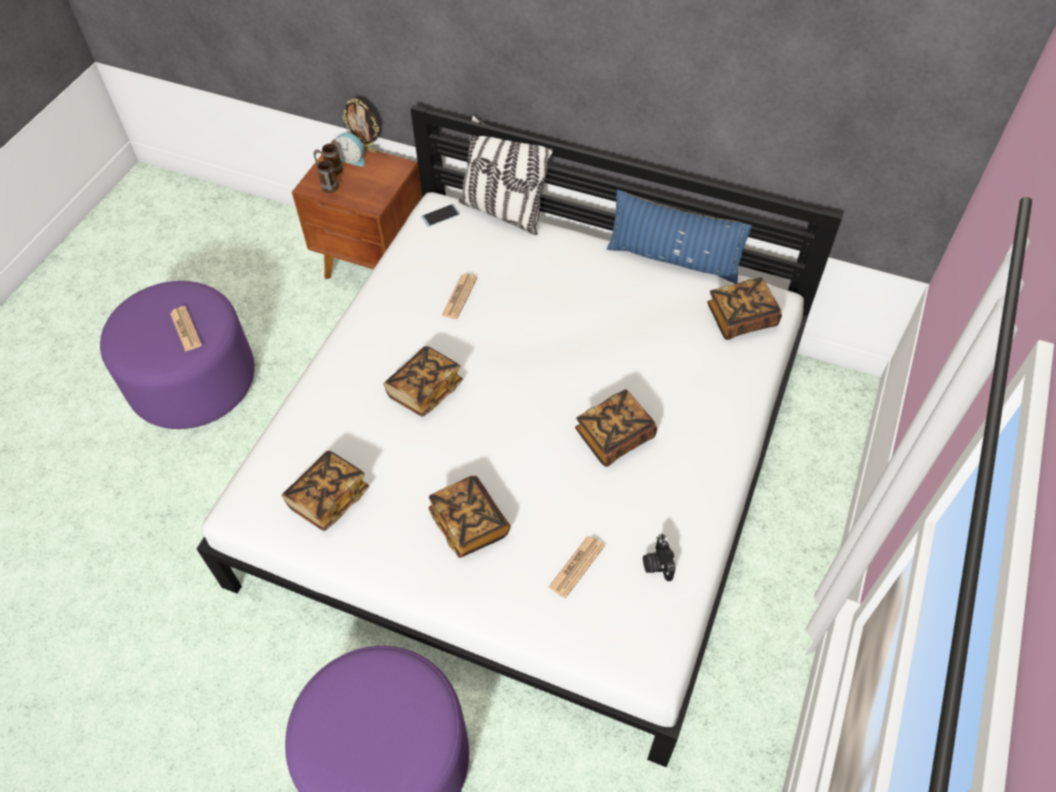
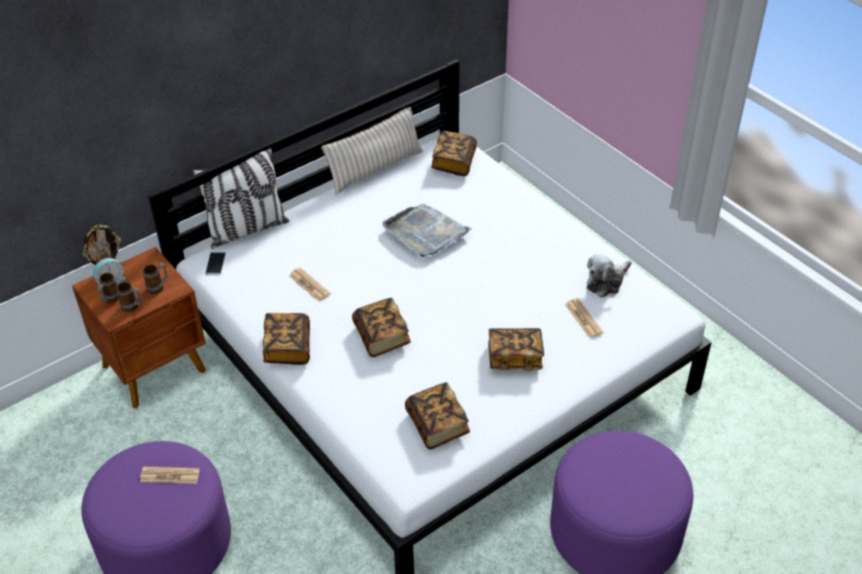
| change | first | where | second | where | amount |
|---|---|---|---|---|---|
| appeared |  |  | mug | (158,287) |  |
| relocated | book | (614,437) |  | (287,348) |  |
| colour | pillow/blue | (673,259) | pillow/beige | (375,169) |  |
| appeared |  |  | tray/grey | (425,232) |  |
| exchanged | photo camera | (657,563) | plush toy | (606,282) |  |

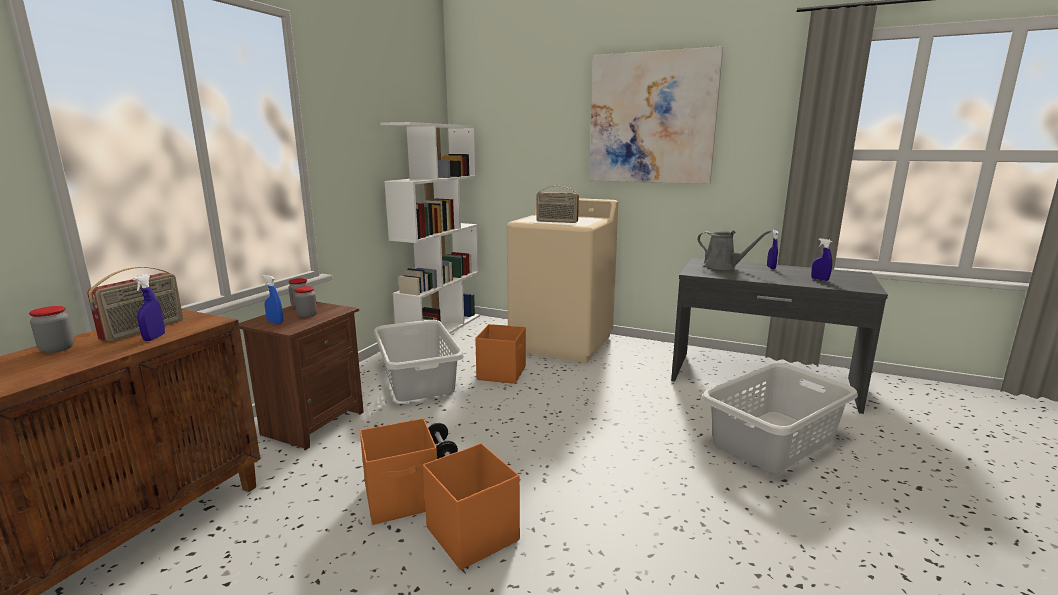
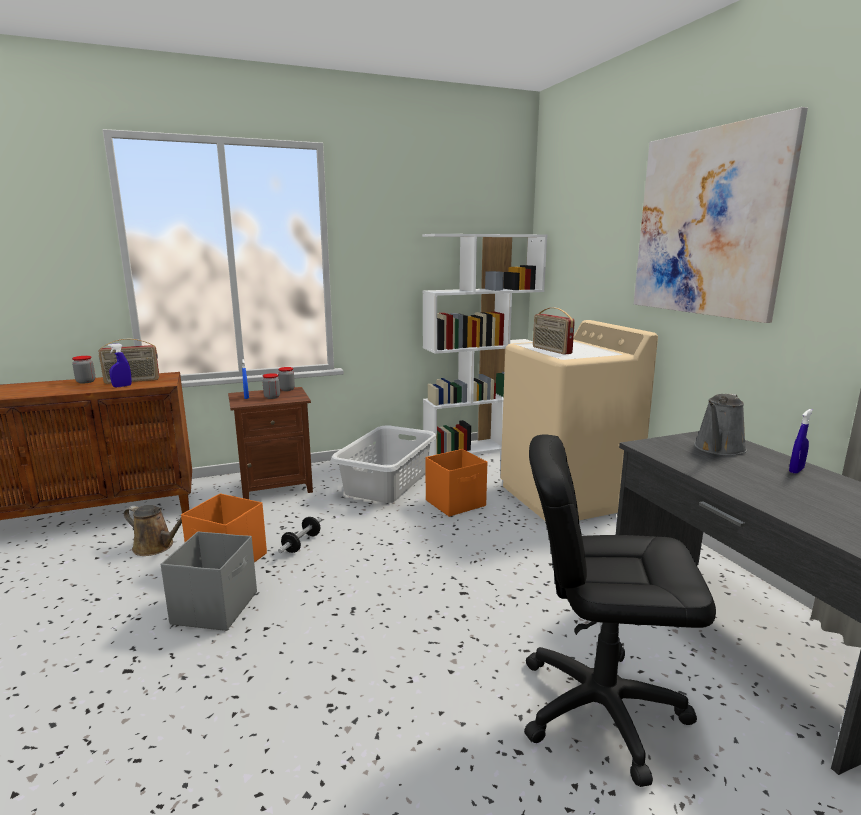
| change | first | where | second | where | amount |
|---|---|---|---|---|---|
| appeared |  |  | watering can/brown | (156,547) |  |
| colour | storage box/orange | (472,533) | storage box/grey | (216,607) |  |
| exchanged | laundry basket/grey | (772,440) | office chair/black | (600,708) |  |
| spun | watering can/grey | (722,266) |  | (718,449) | 45 degrees clockwise |
| missing | spray bottle/blue | (819,279) |  |  |  |

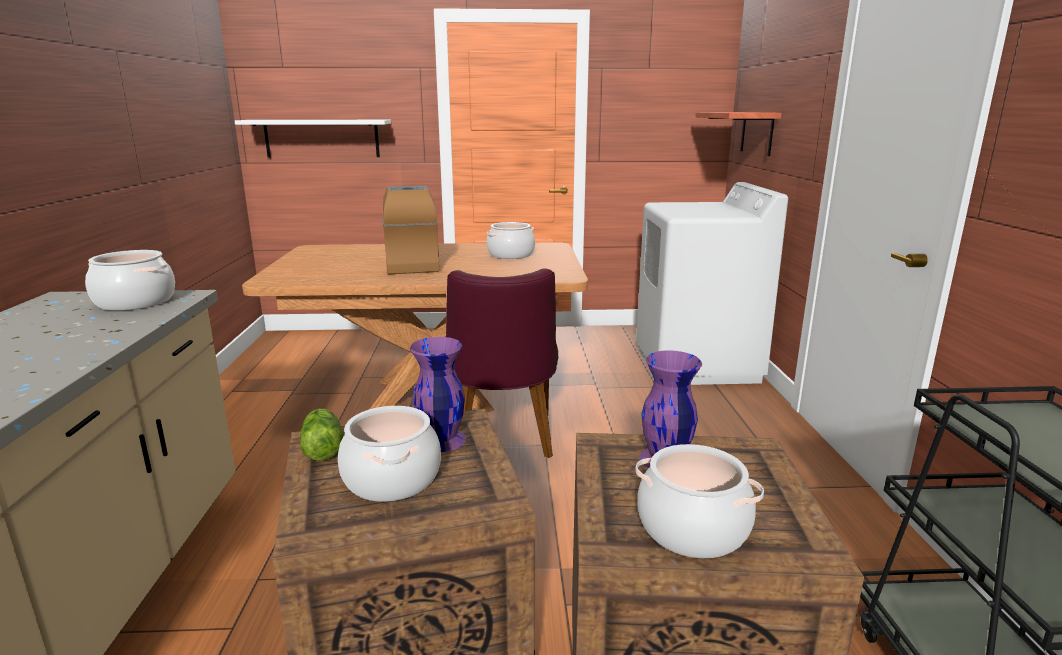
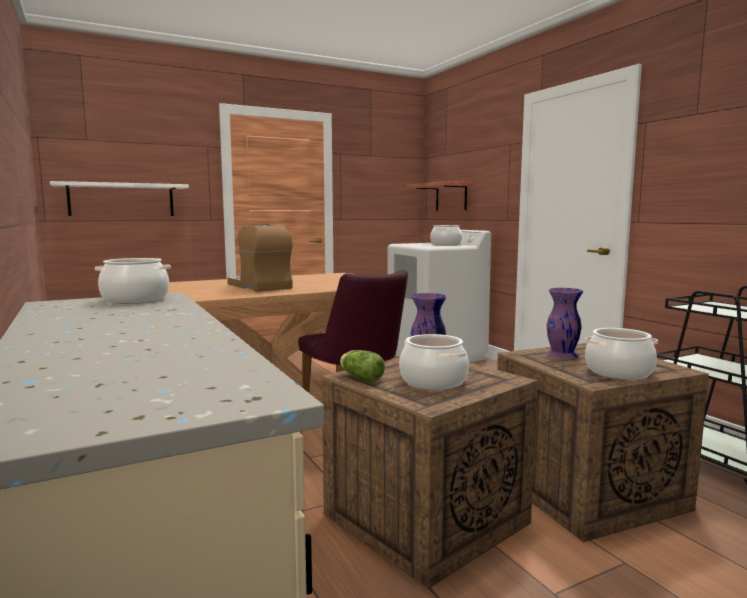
| change | first | where | second | where | amount |
|---|---|---|---|---|---|
| relocated | cooking pot | (510,255) |  | (446,245) |  |

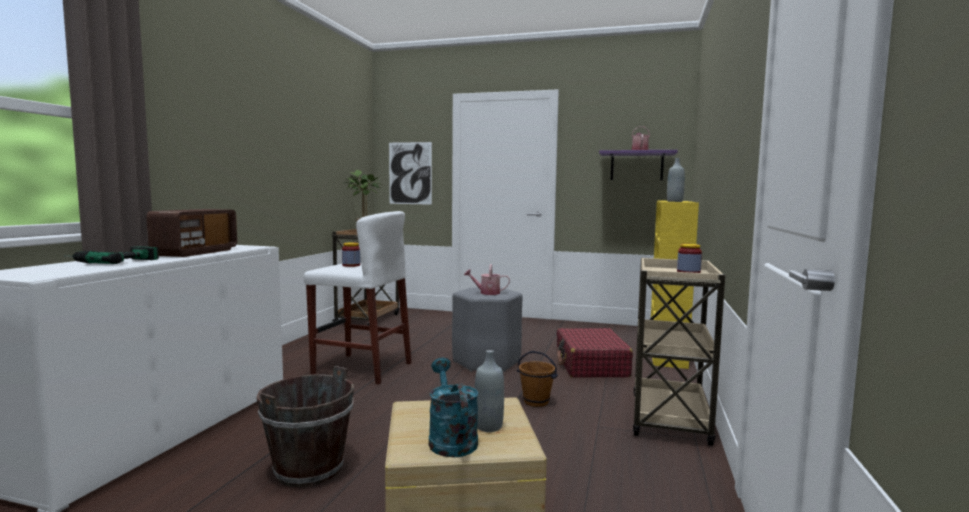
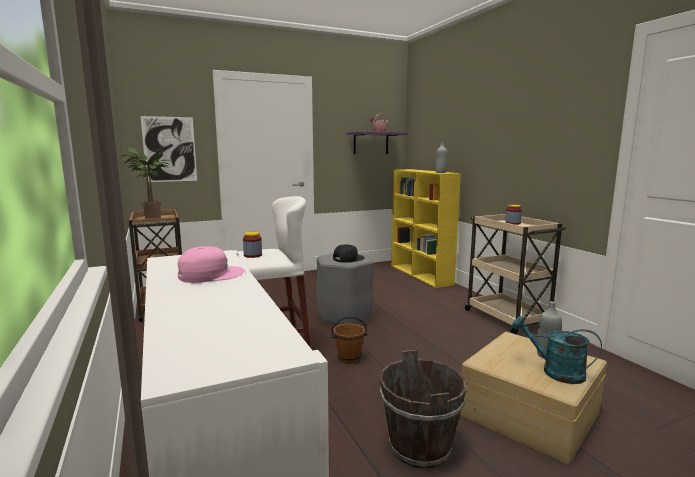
| change | first | where | second | where | amount |
|---|---|---|---|---|---|
| exchanged | radio | (195,252) | cap/pink | (210,274) |  |
| relocated | bucket/brown | (536,402) |  | (349,358) |  |
| exchanged | watering can | (486,293) | cap/black | (348,258) |  |
| missing | power drill | (110,261) |  |  |  |
| missing | suitcase/red | (591,365) |  |  |  |

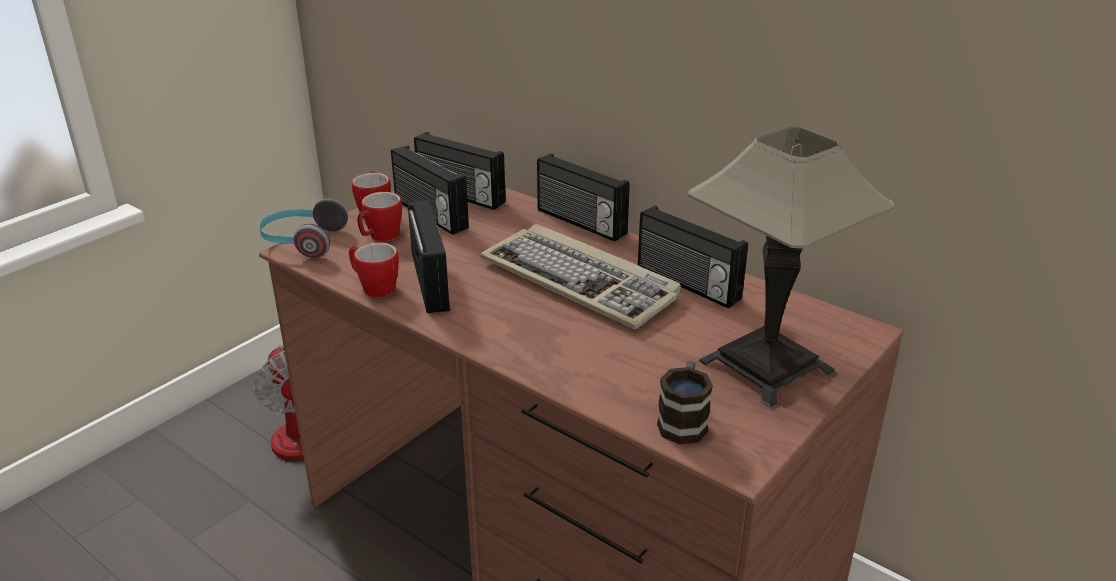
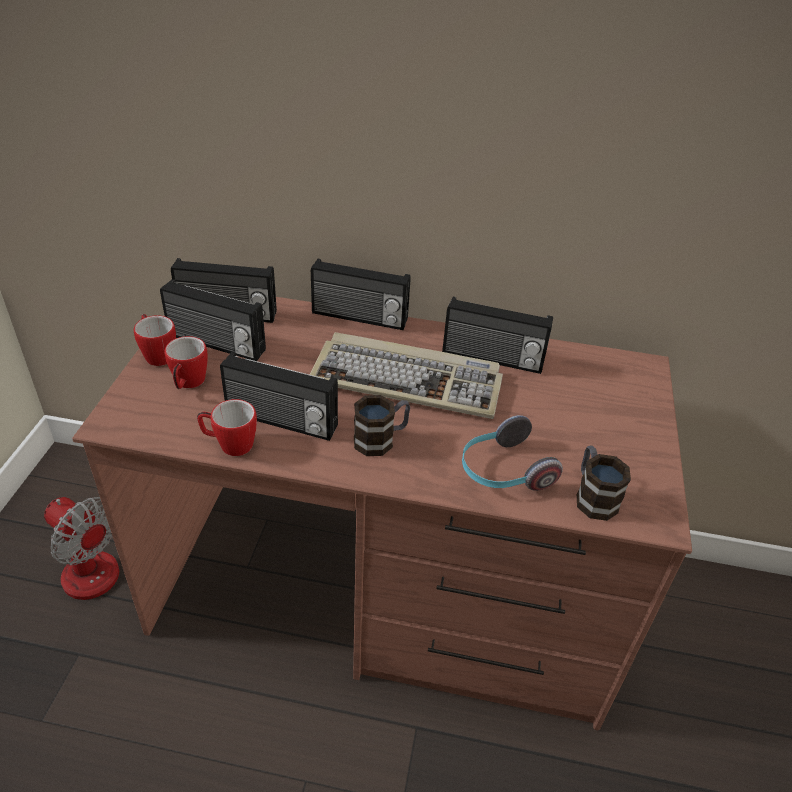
| change | first | where | second | where | amount |
|---|---|---|---|---|---|
| spun | radio | (432,282) |  | (280,421) | 150 degrees clockwise |
| appeared |  |  | mug | (381,439) |  |
| relocated | headphones | (302,242) |  | (503,471) |  |
| missing | table lamp | (766,366) |  |  |  |

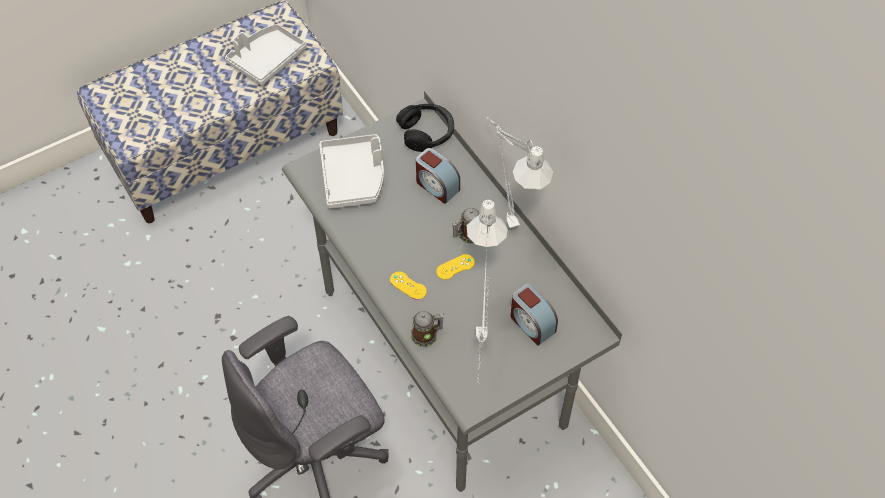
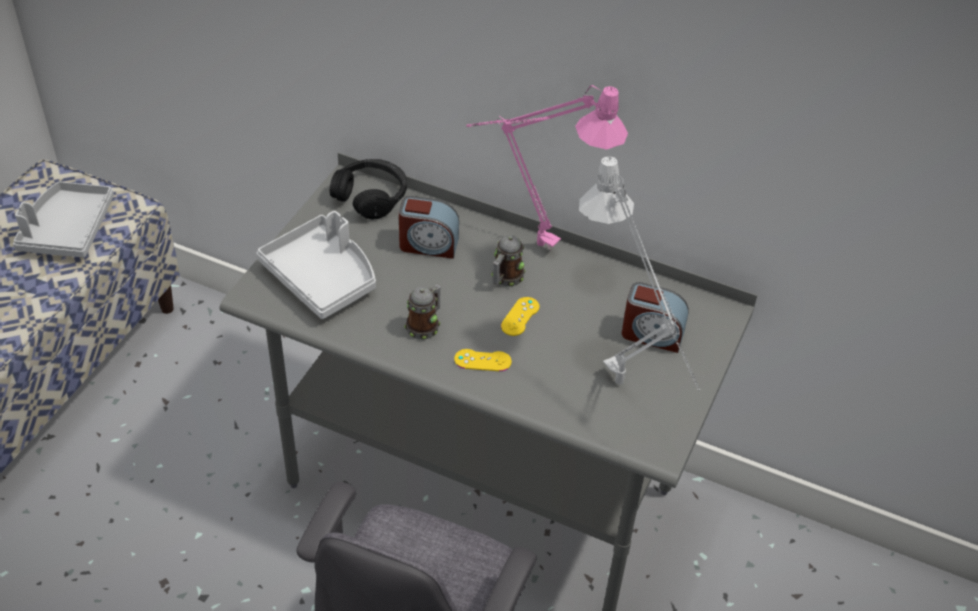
| change | first | where | second | where | amount |
|---|---|---|---|---|---|
| relocated | mug | (427,335) |  | (425,325) |  |
| colour | table lamp/grey | (505,215) | table lamp/pink | (530,241) |  |

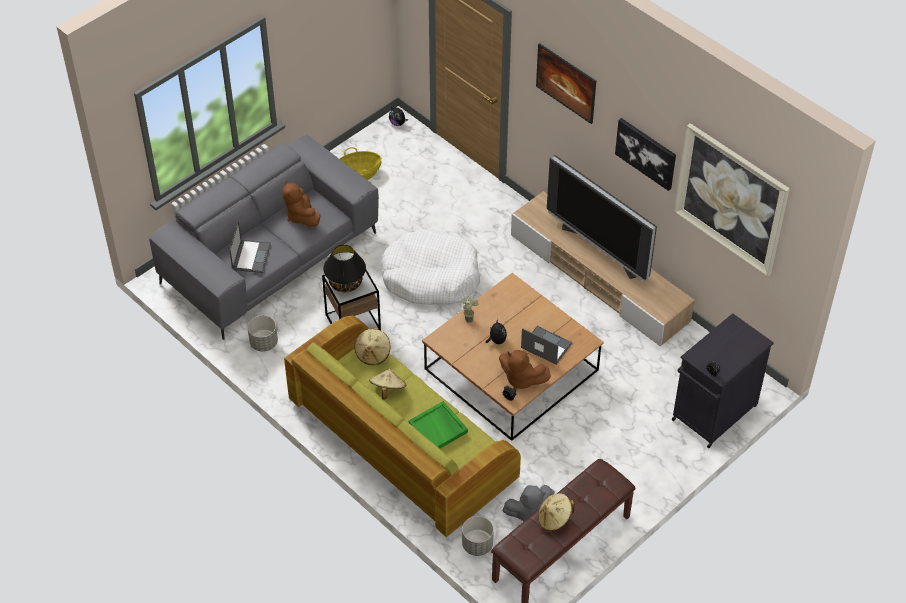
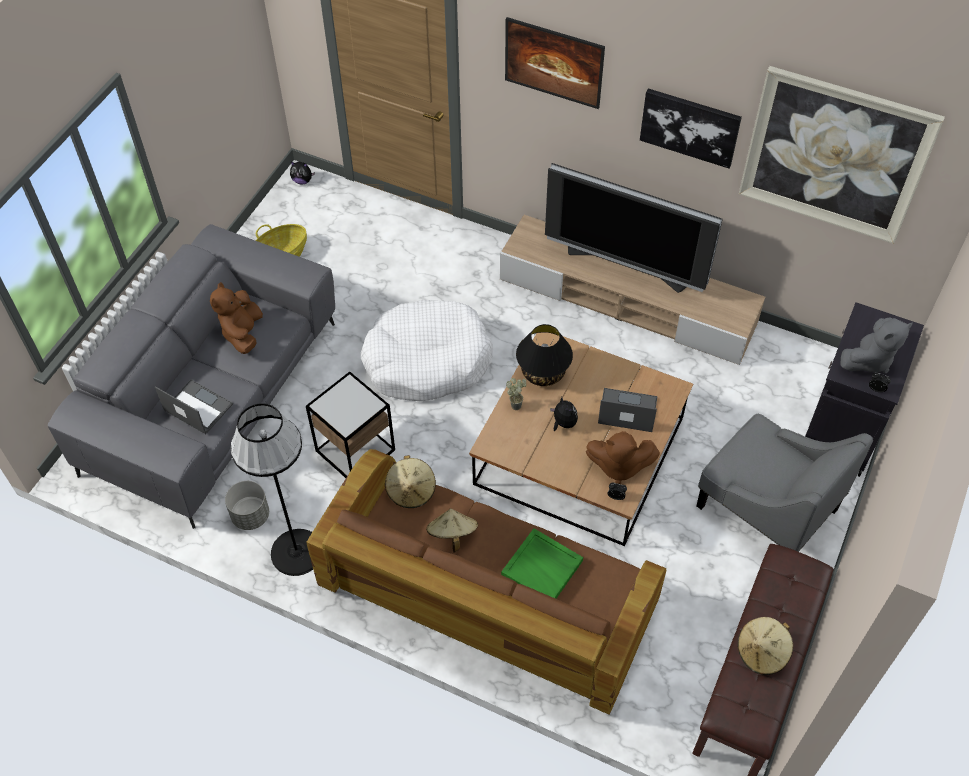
| change | first | where | second | where | amount |
|---|---|---|---|---|---|
| spun | laptop | (251,256) |  | (197,407) | 45 degrees counterclockwise |
| spun | plush toy/brown | (301,216) |  | (243,333) | 45 degrees clockwise |
| appeared |  |  | floor lamp/black | (296,552) |  |
| colour | sofa/green | (400,441) | sofa/brown | (486,595) |  |
| relocated | table lamp/black | (345,283) |  | (542,372) |  |
| appeared |  |  | armchair/grey | (766,508) |  |
| relocated | plush toy/grey | (528,512) |  | (869,359) |  |
| missing | planter/grey | (477,545) |  |  |  |

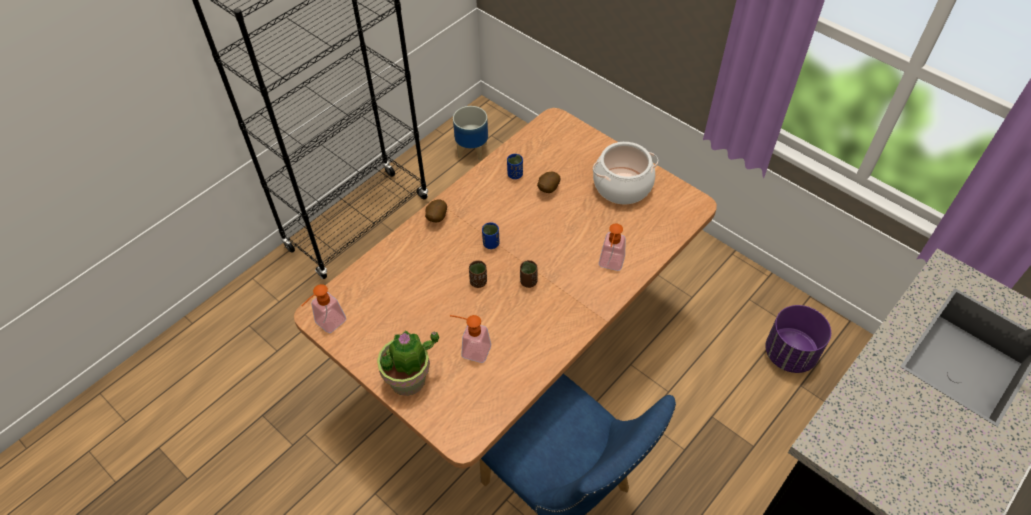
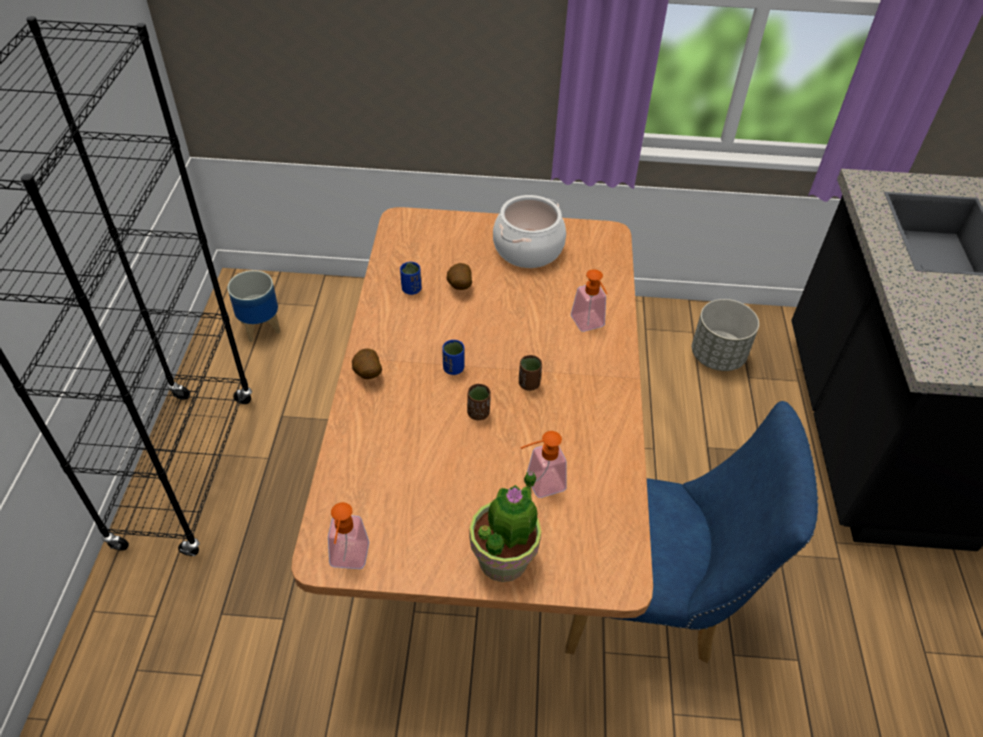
| change | first | where | second | where | amount |
|---|---|---|---|---|---|
| colour | planter/purple | (790,354) | planter/grey | (718,356) |  |

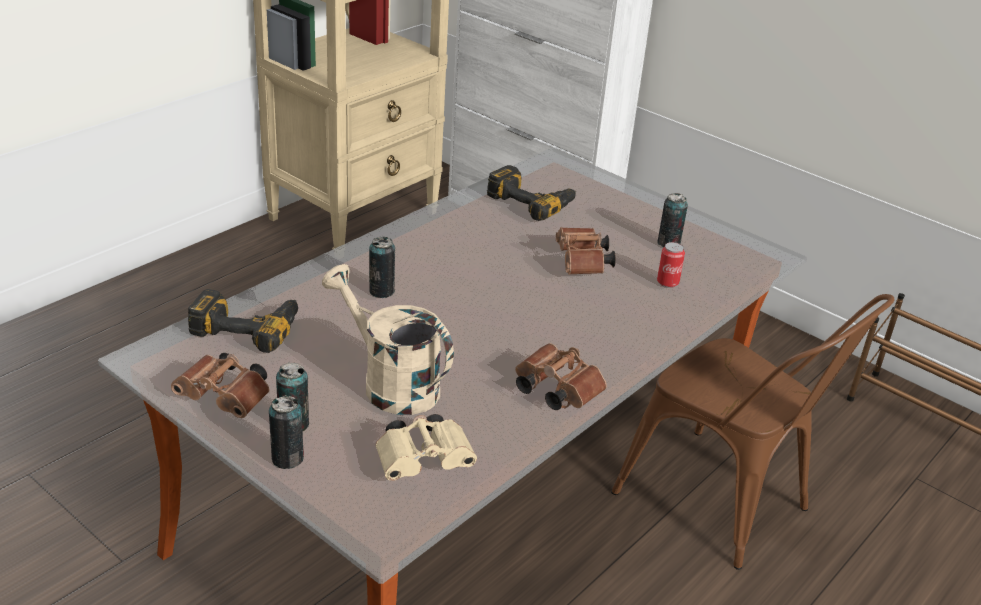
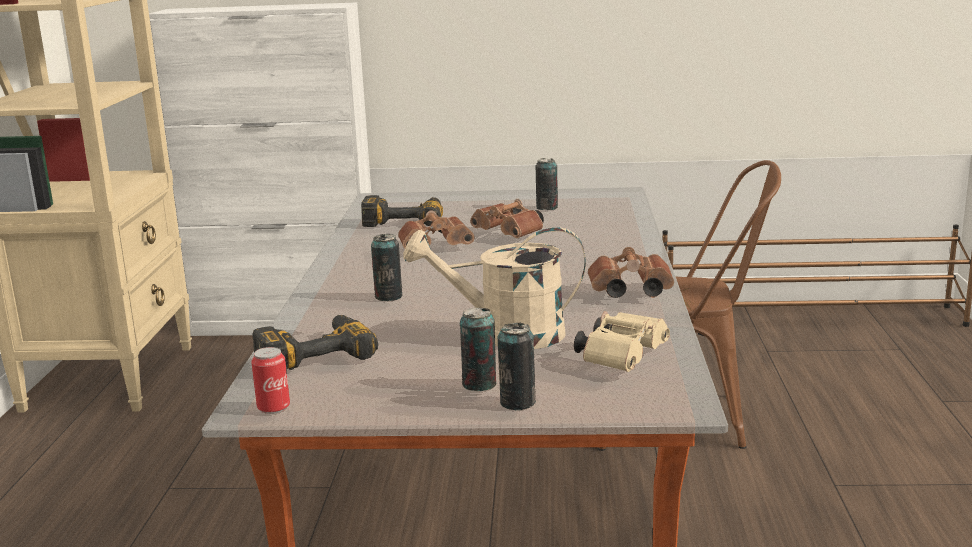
| change | first | where | second | where | amount |
|---|---|---|---|---|---|
| relocated | can | (667,282) |  | (273,408) |  |
| relocated | binoculars/brown | (226,398) |  | (437,247) |  |

